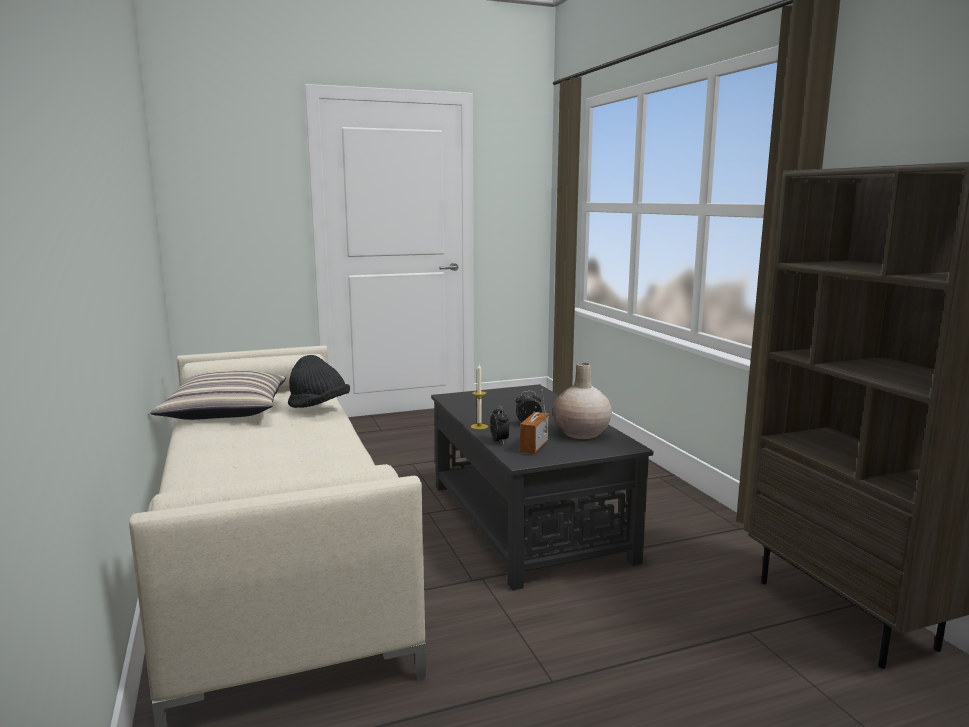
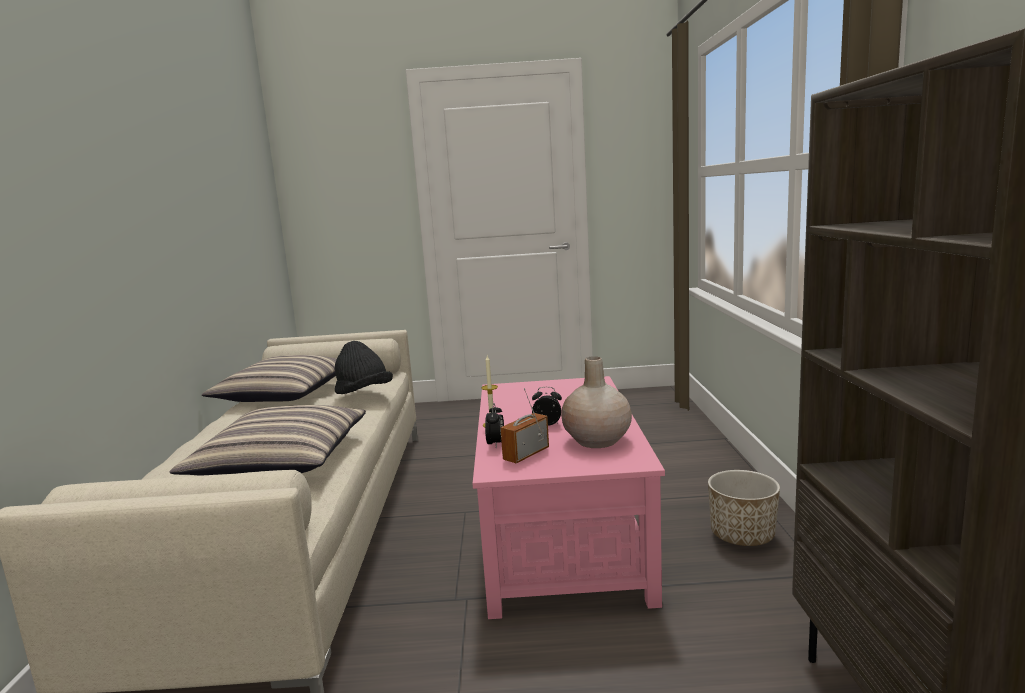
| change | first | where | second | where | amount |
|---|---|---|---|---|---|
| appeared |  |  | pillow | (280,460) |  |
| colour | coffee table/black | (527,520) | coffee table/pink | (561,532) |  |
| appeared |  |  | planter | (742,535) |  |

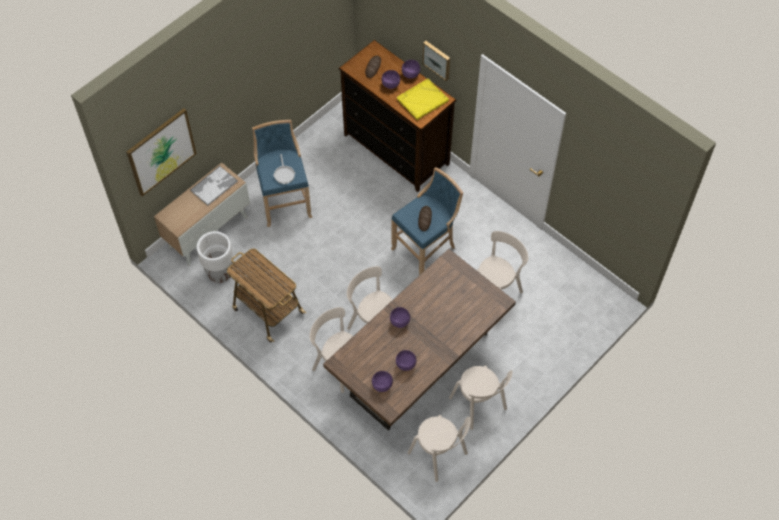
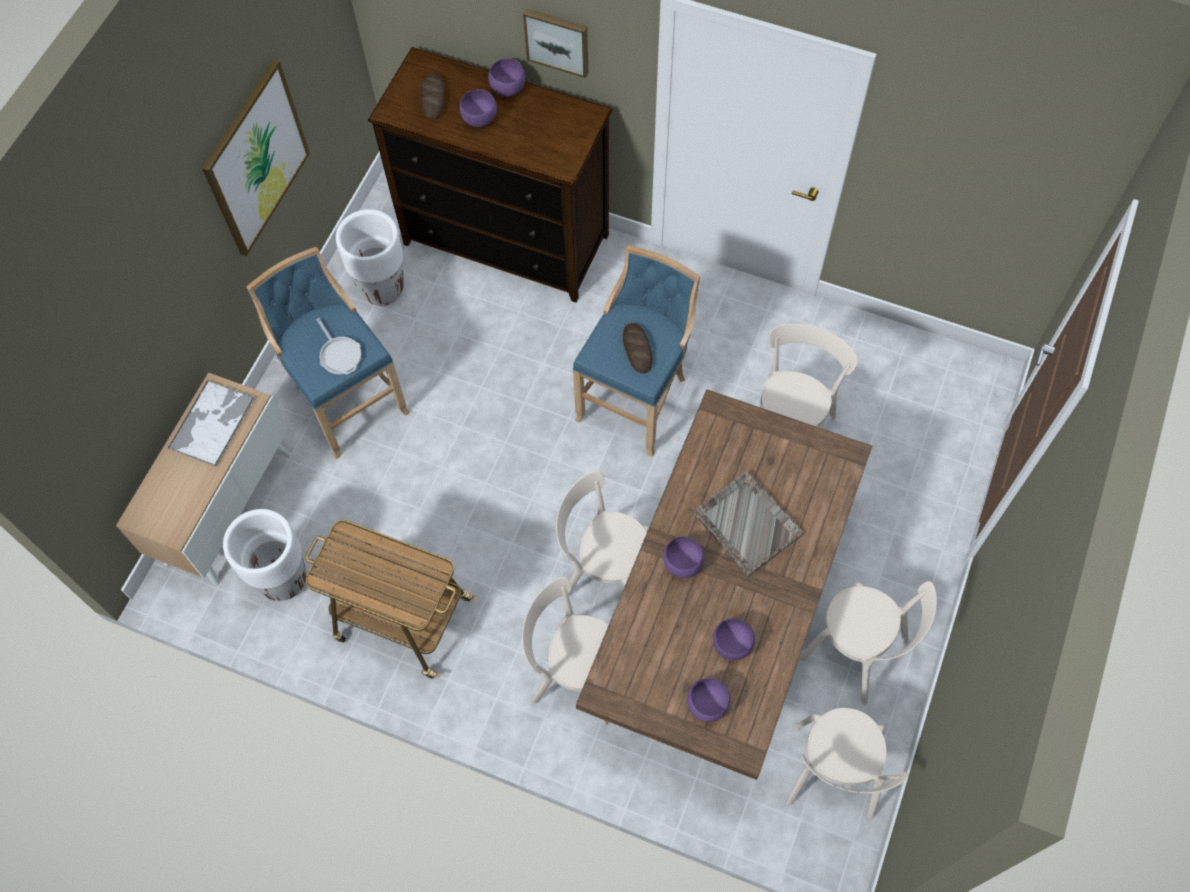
| change | first | where | second | where | amount |
|---|---|---|---|---|---|
| relocated | picture | (161,151) |  | (256,159) |  |
| appeared |  |  | planter/white | (382,289) |  |
| appeared |  |  | tray/grey | (746,523) |  |
| spun | chair/beige | (439,455) |  | (832,776) | 75 degrees clockwise |
| missing | tray/yellow | (422,100) |  |  |  |

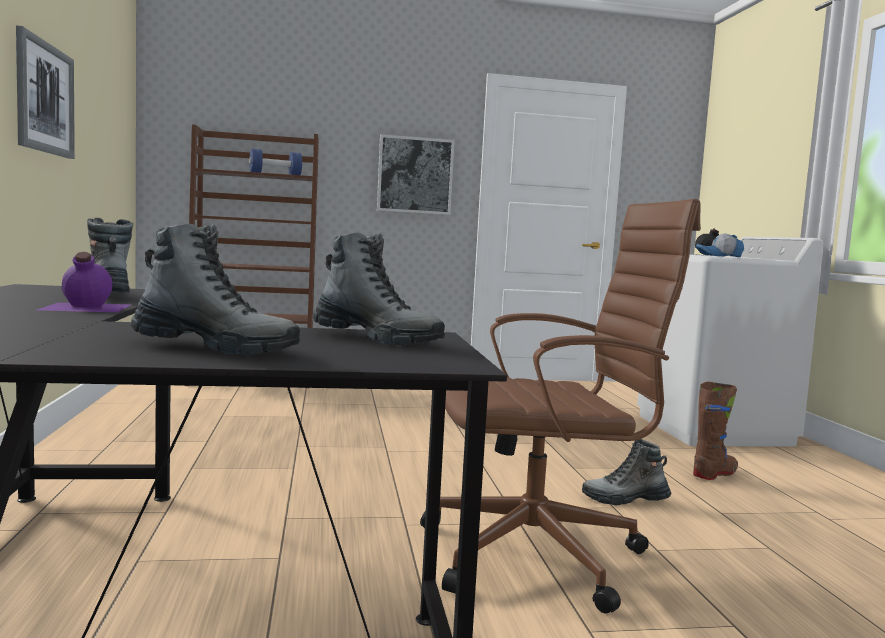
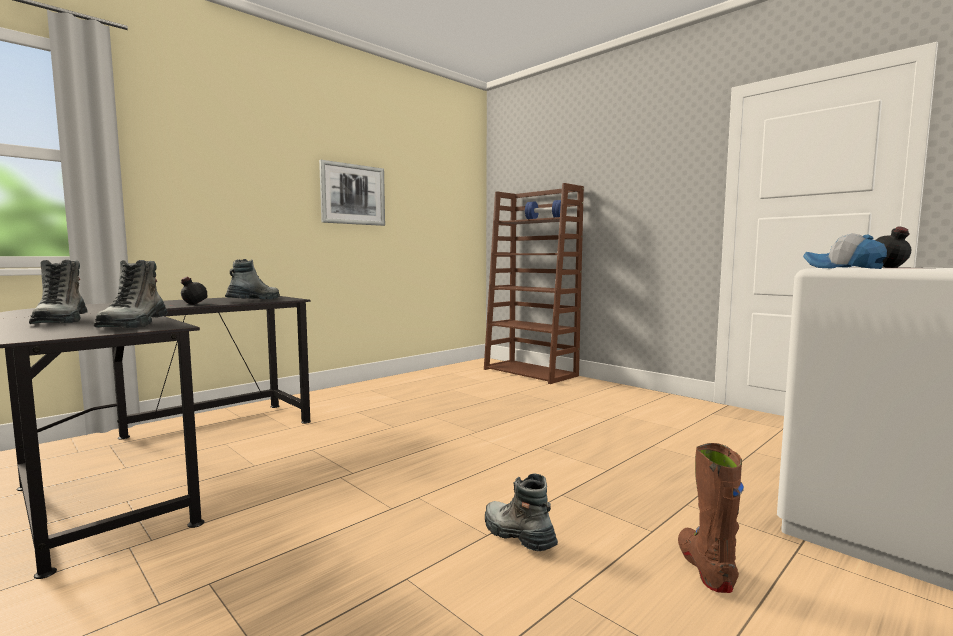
| change | first | where | second | where | amount |
|---|---|---|---|---|---|
| colour | bottle/purple | (84,307) | bottle/black | (192,304) |  |
| spun | boot/brown | (715,474) |  | (705,567) | 105 degrees counterclockwise |
| missing | picture | (415,175) |  |  |  |
| missing | office chair/brown | (540,554) |  |  |  |

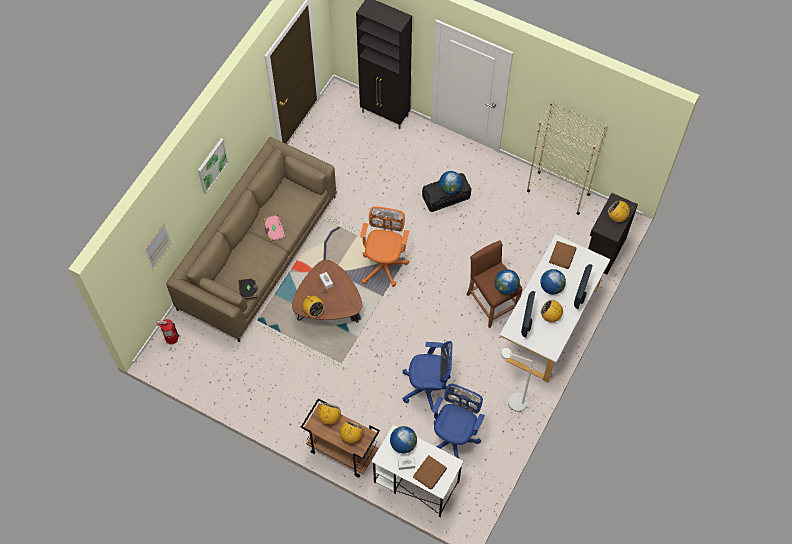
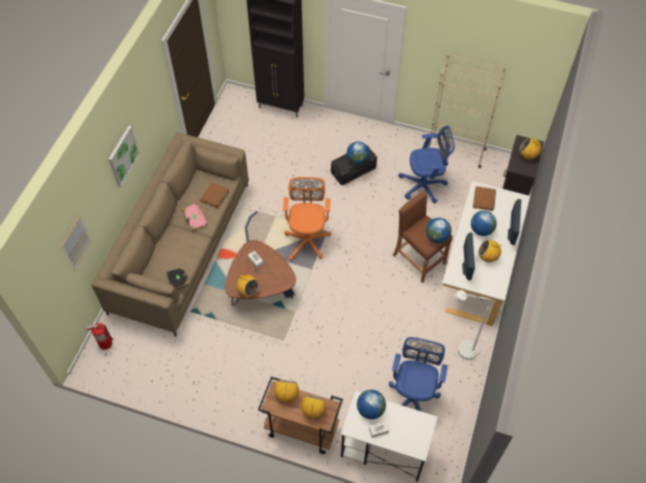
| change | first | where | second | where | amount |
|---|---|---|---|---|---|
| relocated | book/brown | (430,473) |  | (215,196) |  |
| relocated | office chair/blue | (428,389) |  | (424,186) |  |

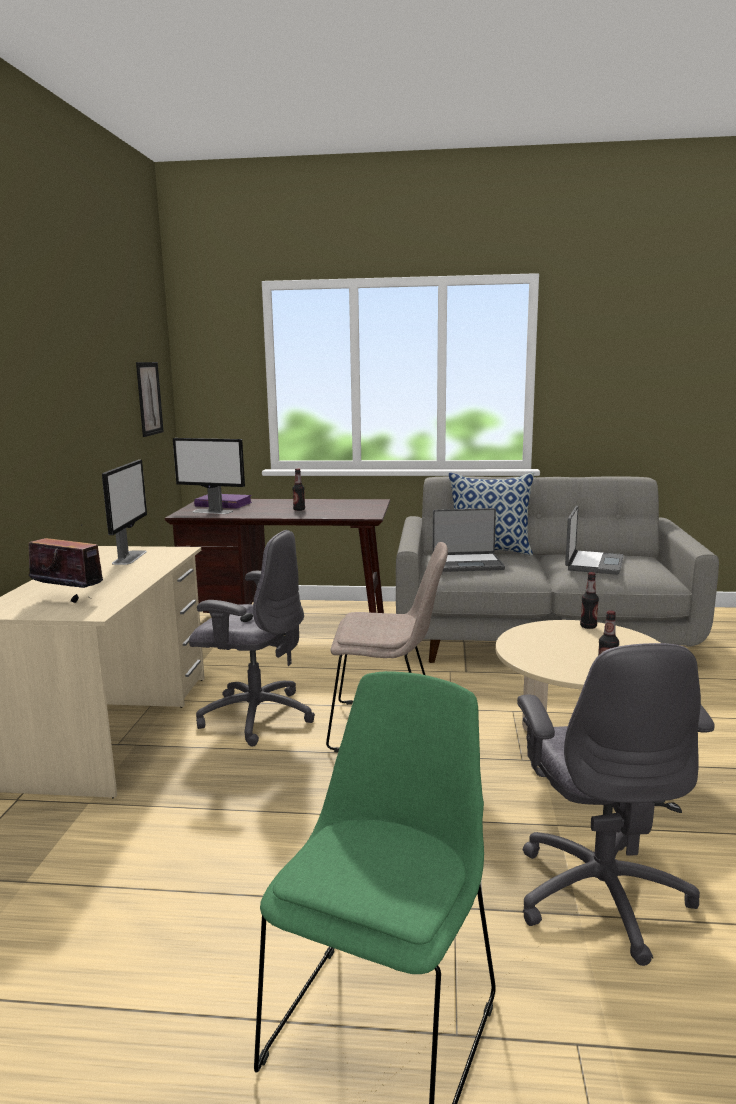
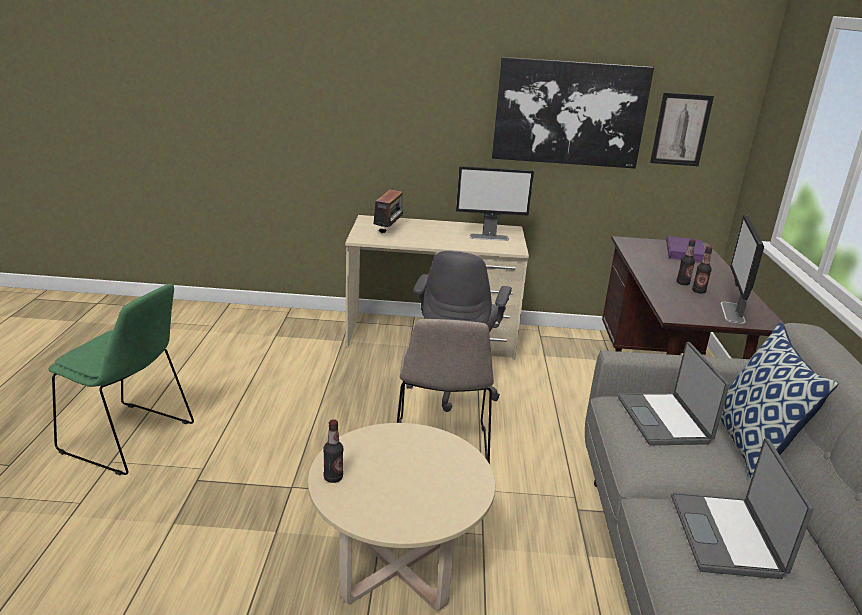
| change | first | where | second | where | amount |
|---|---|---|---|---|---|
| appeared |  |  | picture | (569,113) |  |
| spun | laptop | (593,564) |  | (727,536) | 75 degrees clockwise |
| relocated | bottle | (588,626) |  | (698,291) |  |
| relocated | monitor | (213,511) |  | (732,312) |  |
| missing | office chair/grey | (601,893) |  |  |  |

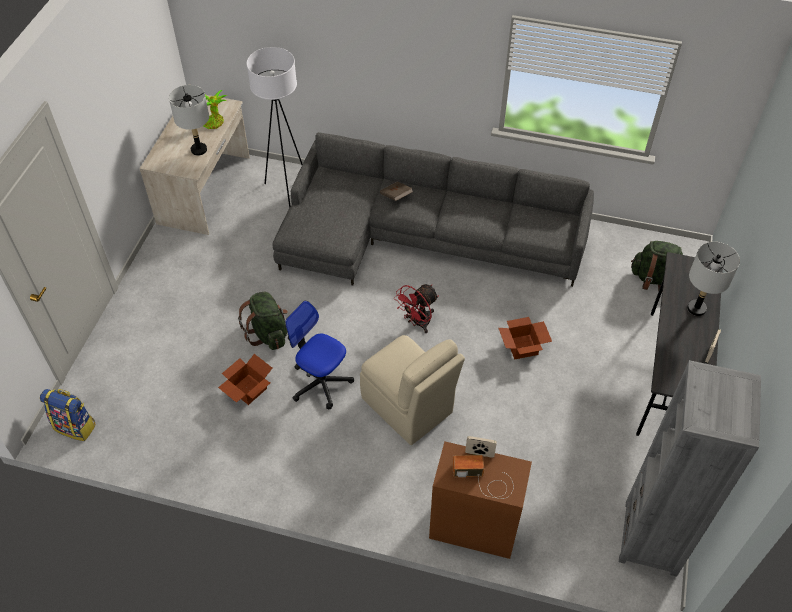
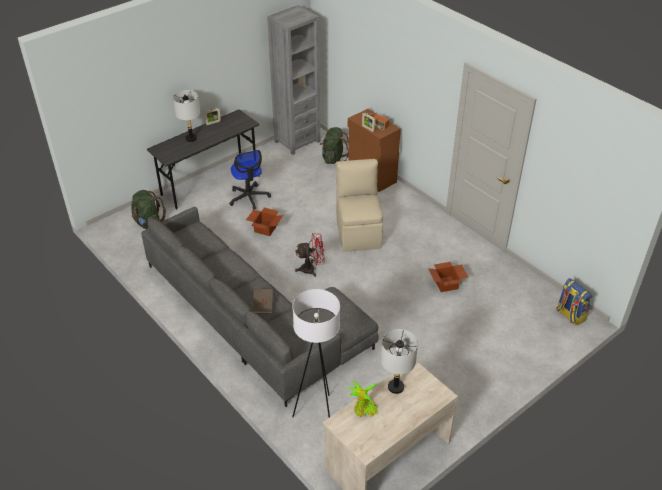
| change | first | where | second | where | amount |
|---|---|---|---|---|---|
| relocated | office chair | (321,382) |  | (249,197) |  |
| relocated | backpack/green | (268,333) |  | (333,158) |  |

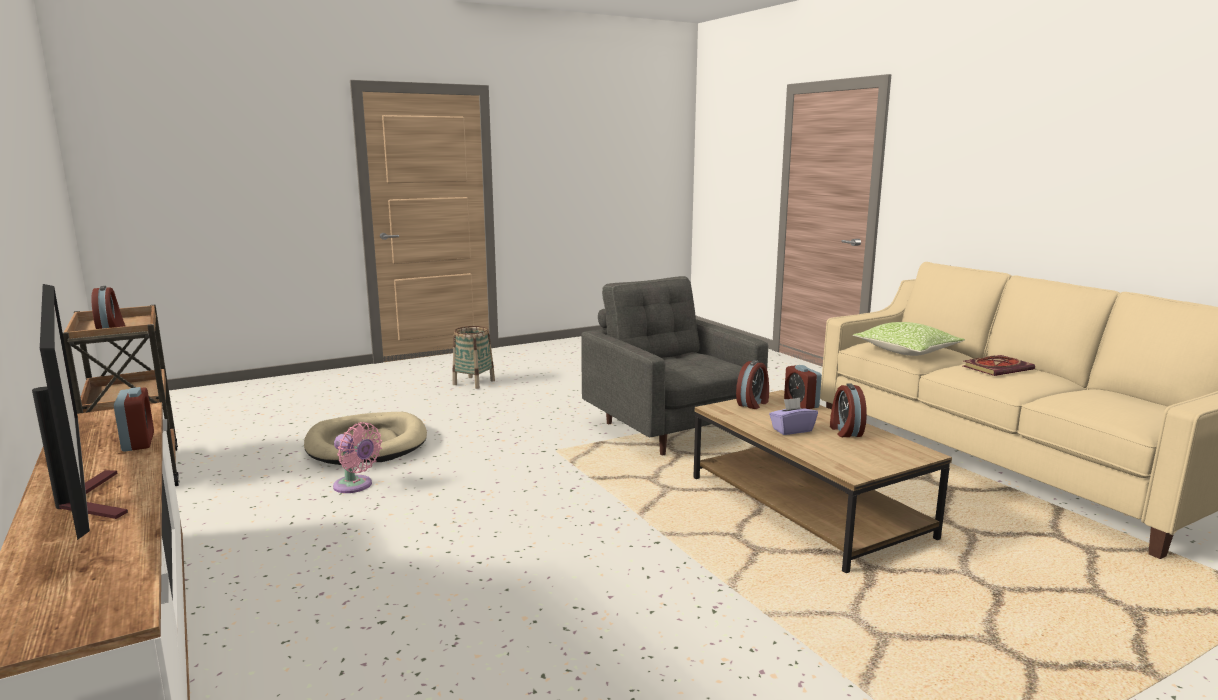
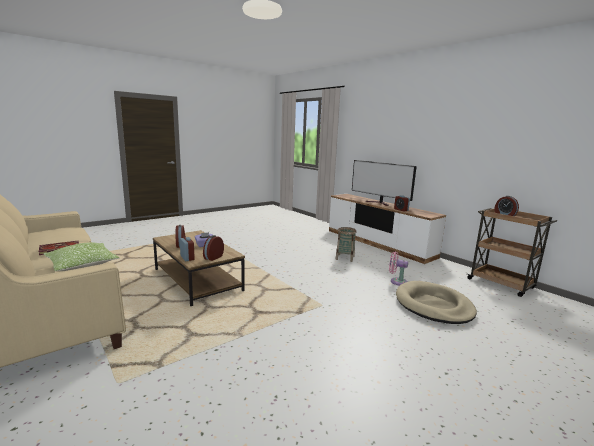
| change | first | where | second | where | amount |
|---|---|---|---|---|---|
| relocated | basket | (473,382) |  | (345,258) |  |
| missing | armchair/grey | (670,429) |  |  |  |

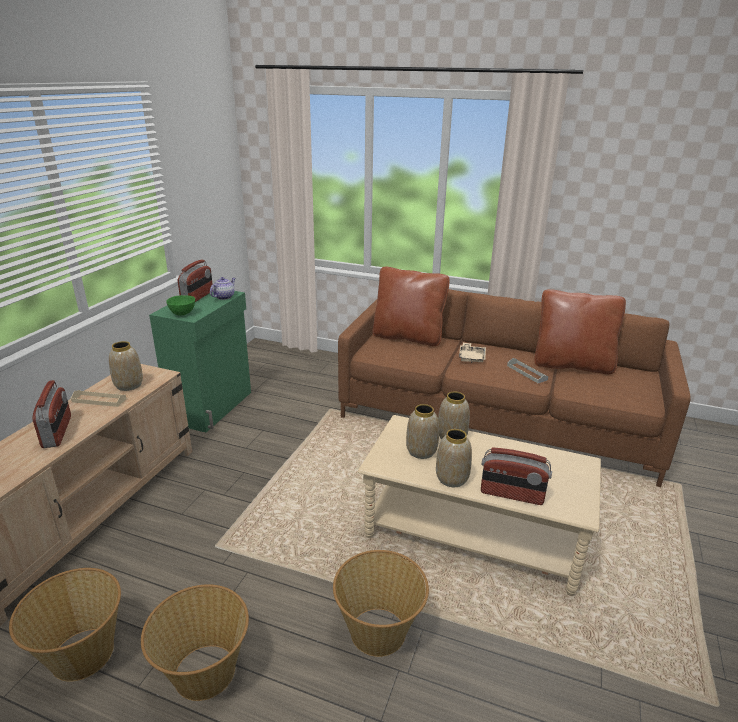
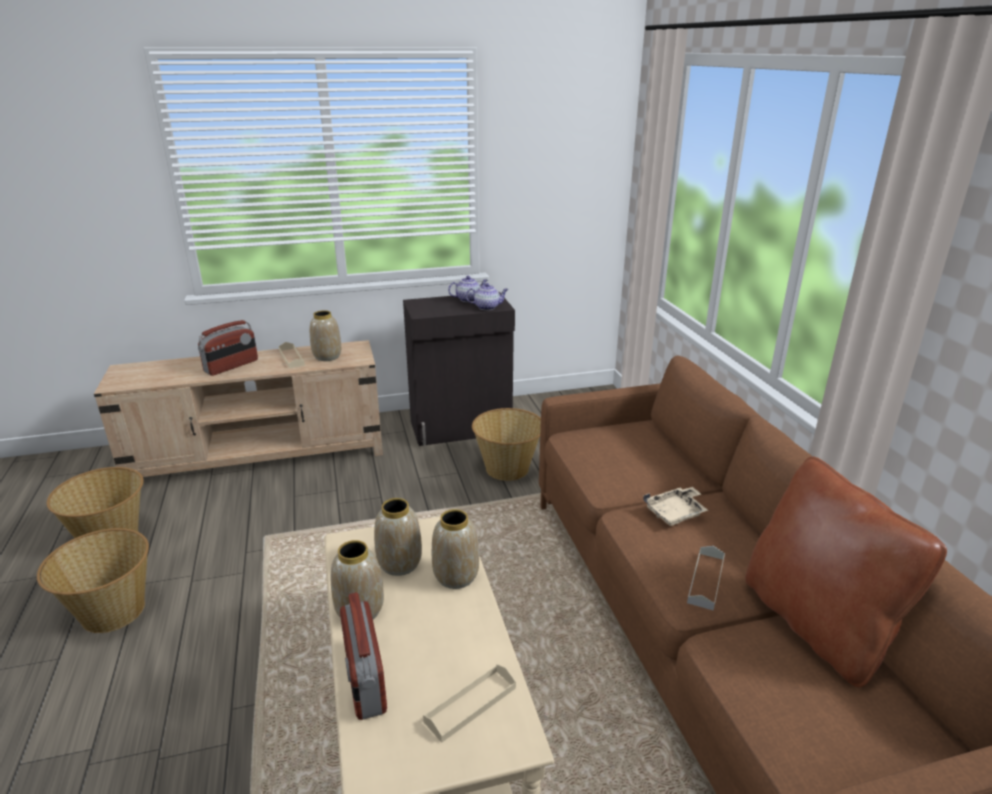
| change | first | where | second | where | amount |
|---|---|---|---|---|---|
| colour | cabinet/green | (213,407) | cabinet/black | (461,428) |  |
| appeared |  |  | tray/beige | (470,704) |  |
| exchanged | radio | (197,297) | teapot | (468,299) |  |
| relocated | basket | (379,631) |  | (508,469) |  |
| missing | bowl/green | (183,313) |  |  |  |
| missing | pillow/brown | (408,337) |  |  |  |

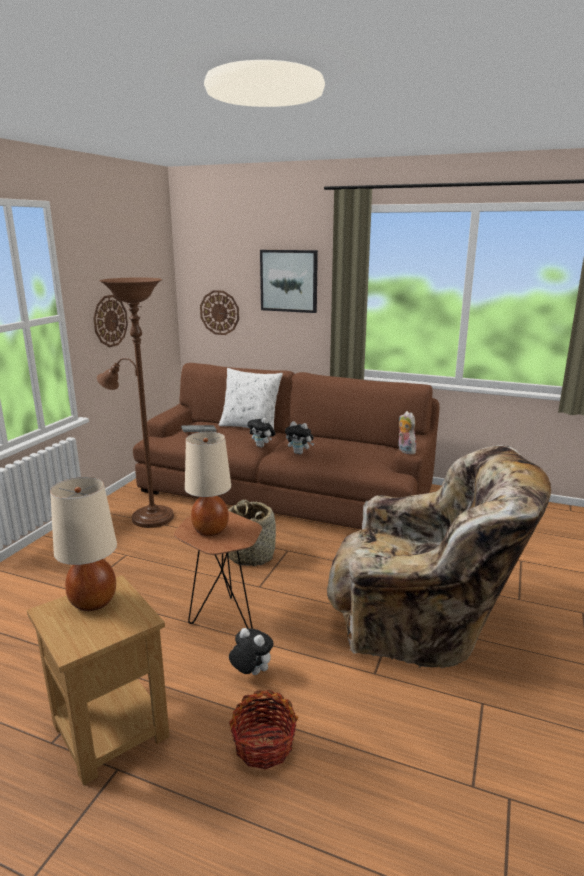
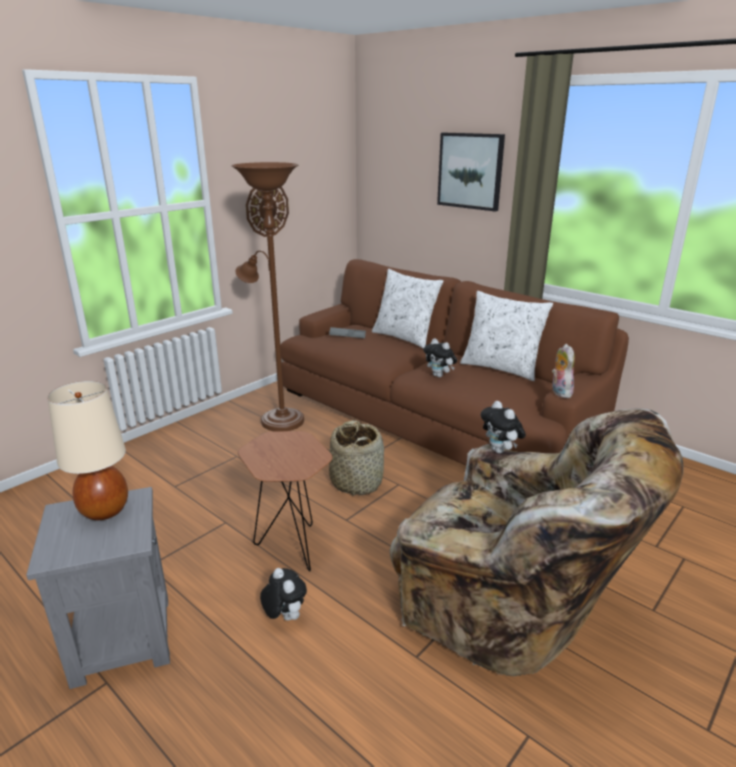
| change | first | where | second | where | amount |
|---|---|---|---|---|---|
| colour | side table/brown | (109,729) | side table/grey | (122,638) |  |
| appeared |  |  | pillow/white | (501,368) |  |
| relocated | plush toy | (262,446) |  | (500,451) |  |
| missing | table lamp/beige | (211,530) |  |  |  |
| missing | wall clock | (219,312) |  |  |  |
| missing | basket | (263,745) |  |  |  |

